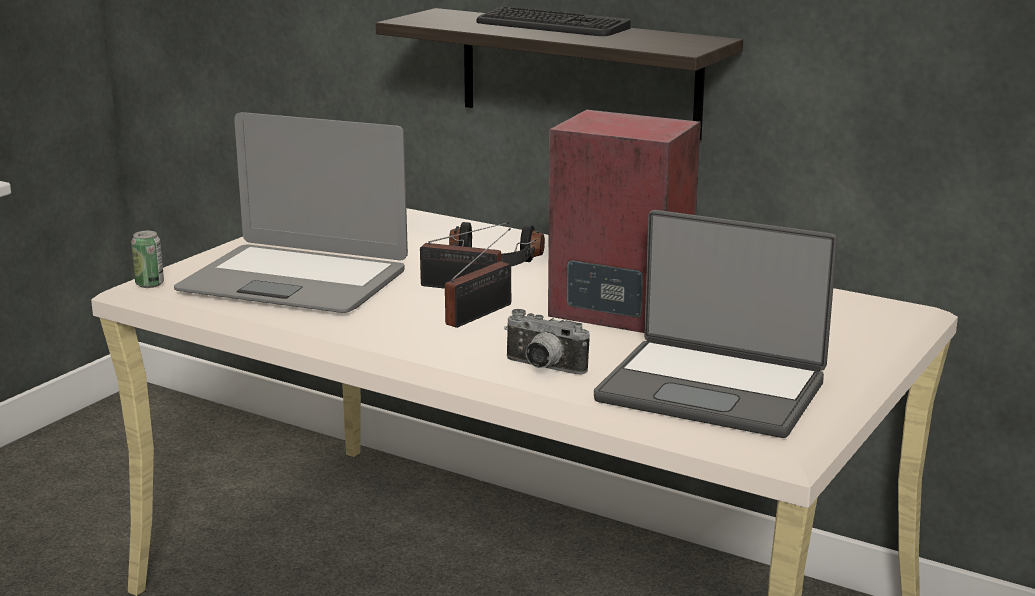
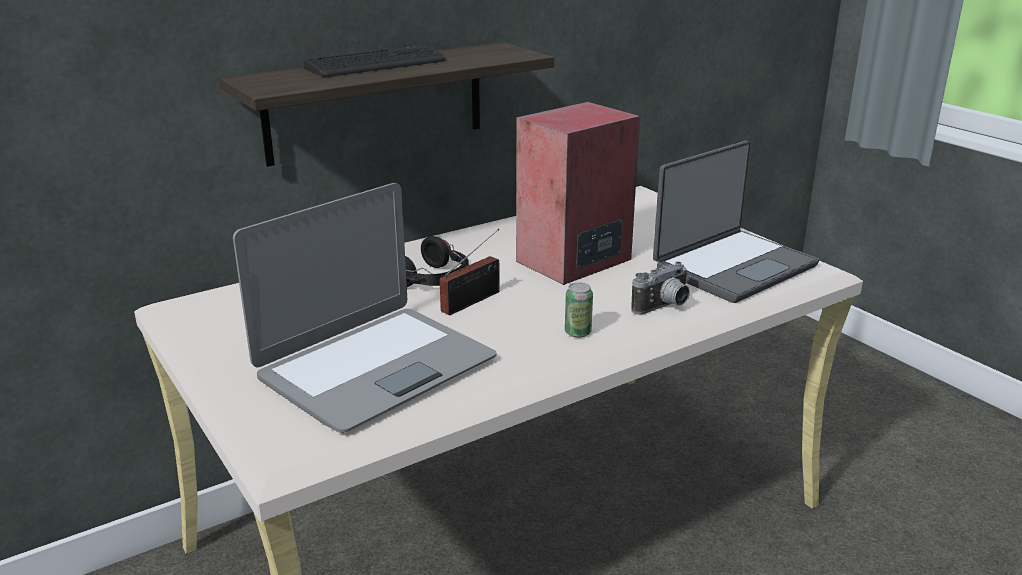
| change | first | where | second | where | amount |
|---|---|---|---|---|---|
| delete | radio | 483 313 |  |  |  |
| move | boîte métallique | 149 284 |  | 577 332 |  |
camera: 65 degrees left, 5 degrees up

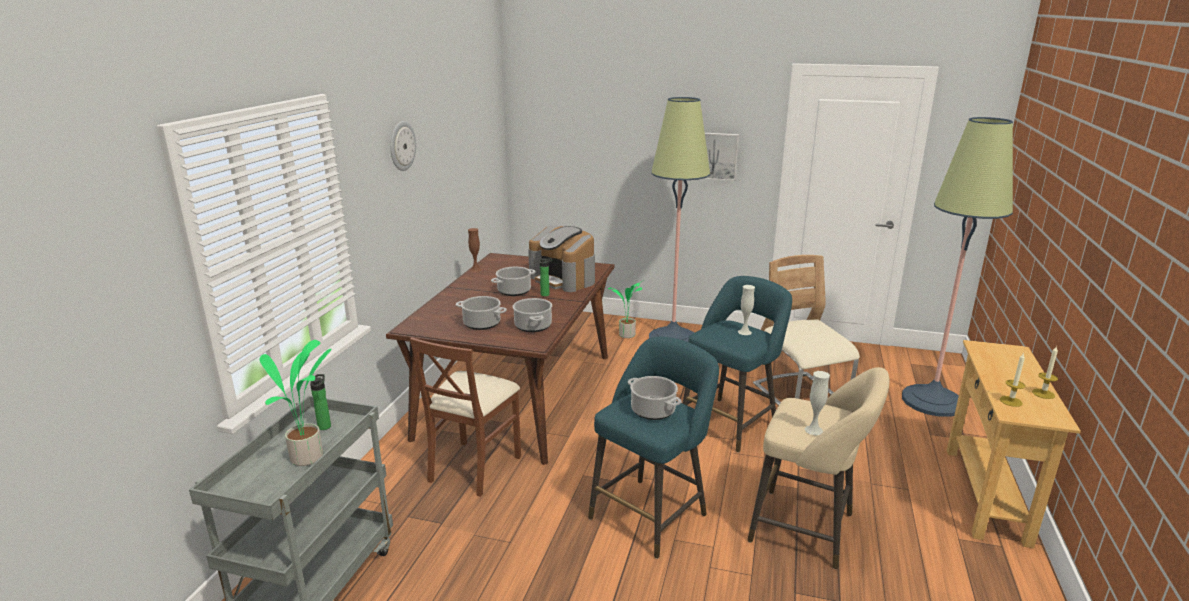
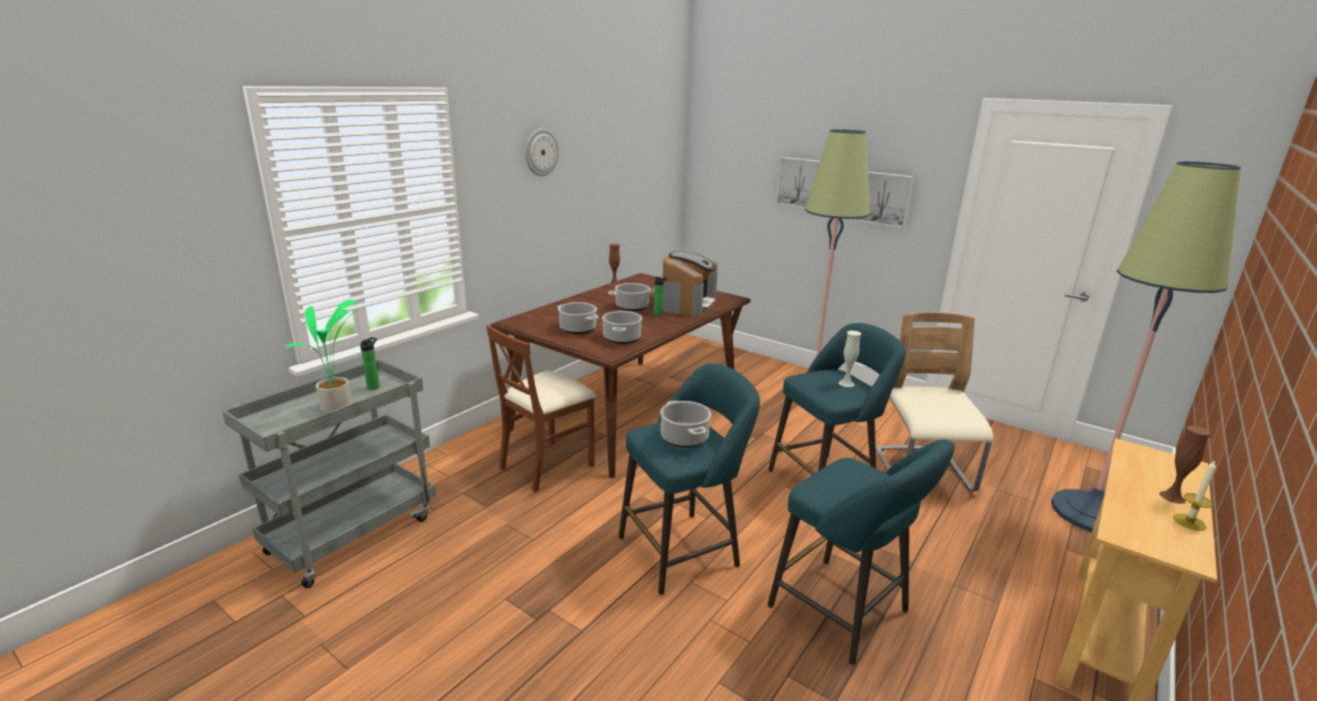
| change | first | where | second | where | amount |
|---|---|---|---|---|---|
| delete | plante en pot | 626 335 |  |  |  |
| delete | vase/blanc | 813 430 |  |  |  |
| delete | bougie | 1011 401 |  |  |  |
| insert |  |  | tableau | 801 182 |  |
| insert |  |  | vase/marron | 1172 497 |  |
| recolor | tabouret/beige | 808 530 | tabouret/turquoise | 844 613 |  |
| rotate | machine à café | 563 279 |  | 688 304 | 135 degrees counterclockwise |
camera: 20 degrees right, 0 degrees up

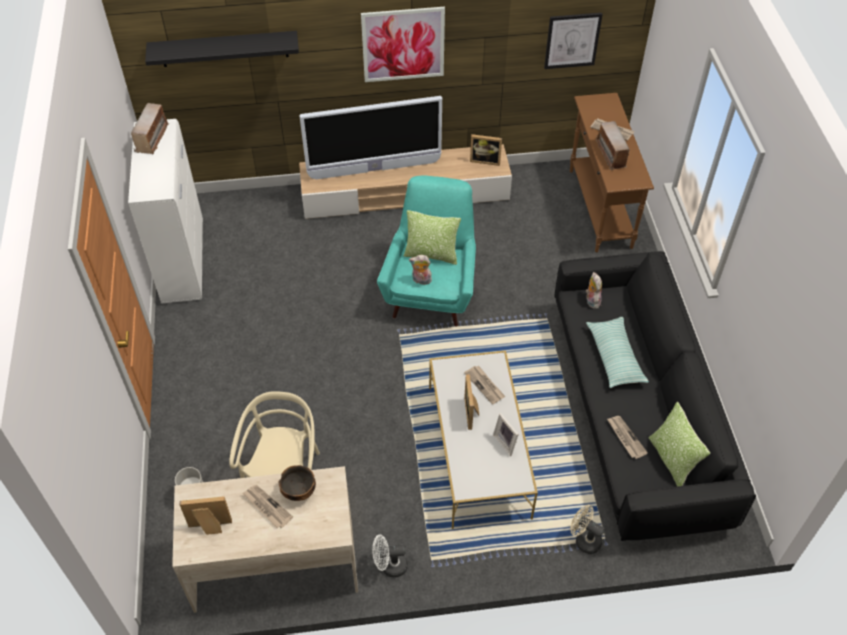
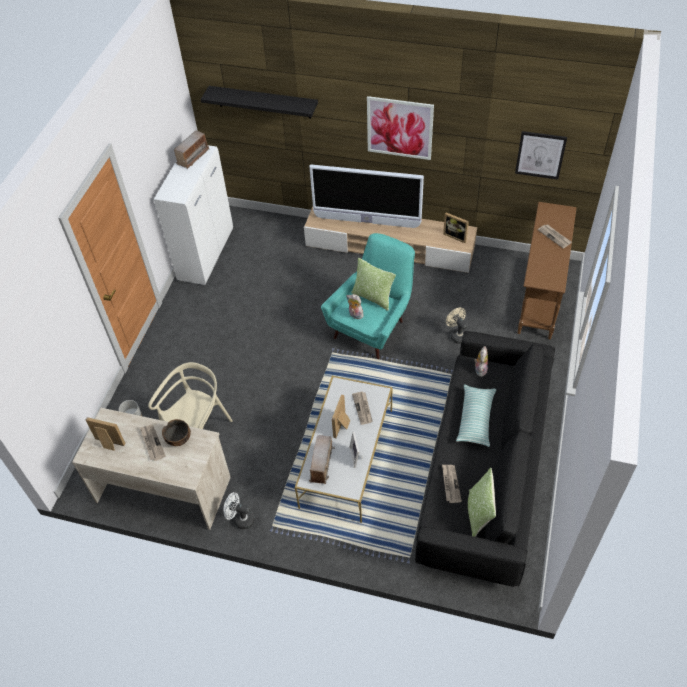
| change | first | where | second | where | amount |
|---|---|---|---|---|---|
| move | ventilateur/beige | 584 539 |  | 457 335 |  |
| move | radio | 611 154 |  | 321 465 |  |
camera: 25 degrees right, 0 degrees up

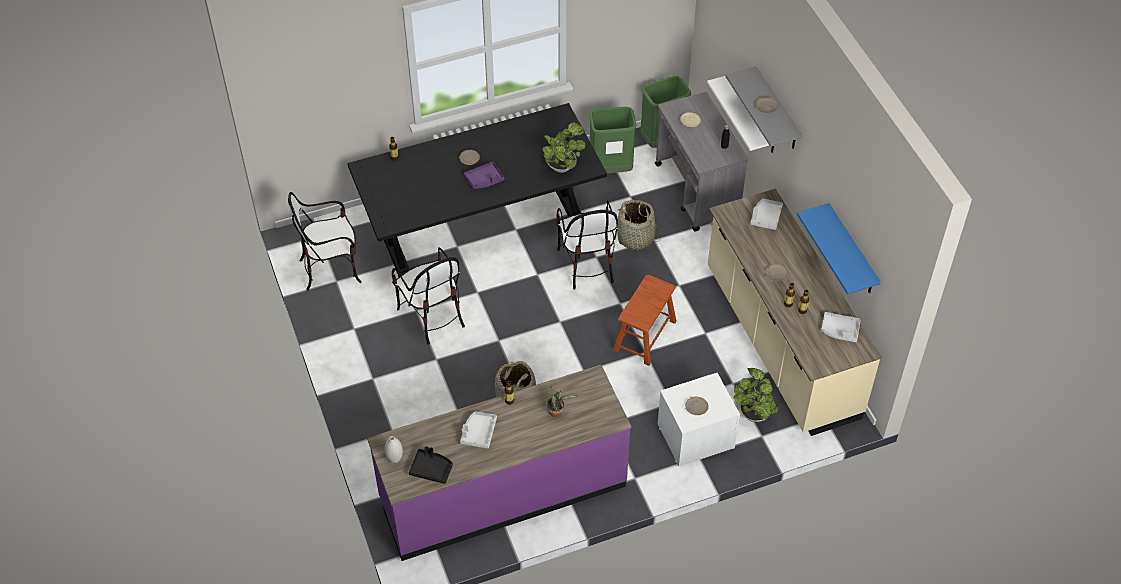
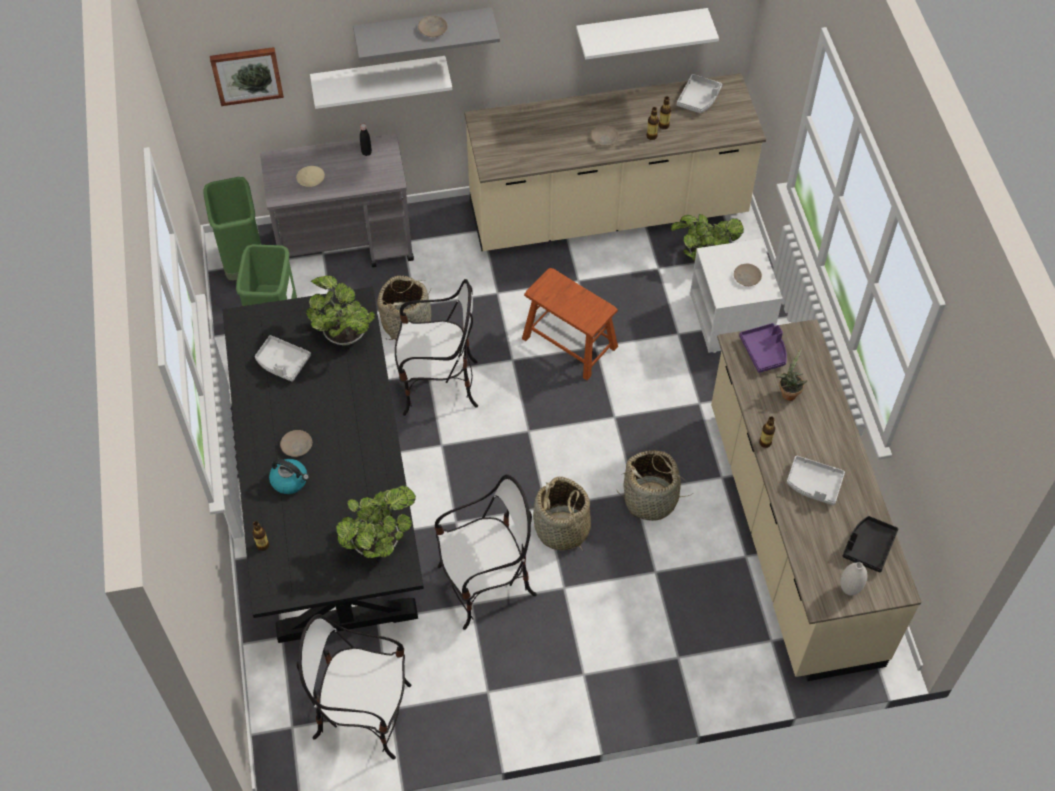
| change | first | where | second | where | amount |
|---|---|---|---|---|---|
| insert |  |  | tableau | 247 74 |  |
| insert |  |  | bouilloire | 290 480 |  |
| insert |  |  | plante en pot | 379 541 |  |
| insert |  |  | panier | 562 529 |  |
| move | plateau/violet | 484 180 |  | 764 351 |  |
| move | plateau/gris | 766 217 |  | 282 362 |  |
| recolor | comptoir de cuisine/violet | 503 492 | comptoir de cuisine/beige | 790 534 |  |
| recolor | étagère/bleu | 852 251 | étagère/blanc | 641 31 |  |
| rotate | chaise | 331 268 |  | 364 714 | 105 degrees clockwise |
camera: 80 degrees left, 5 degrees up

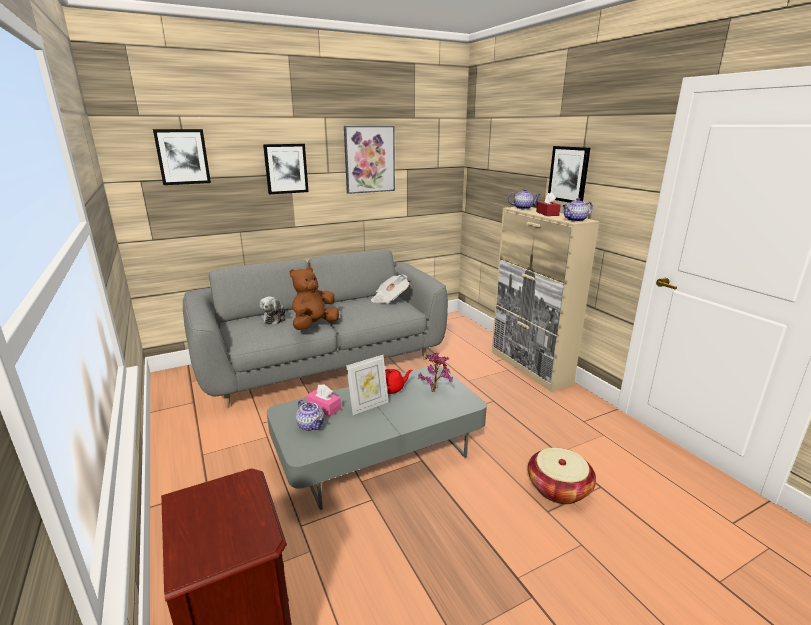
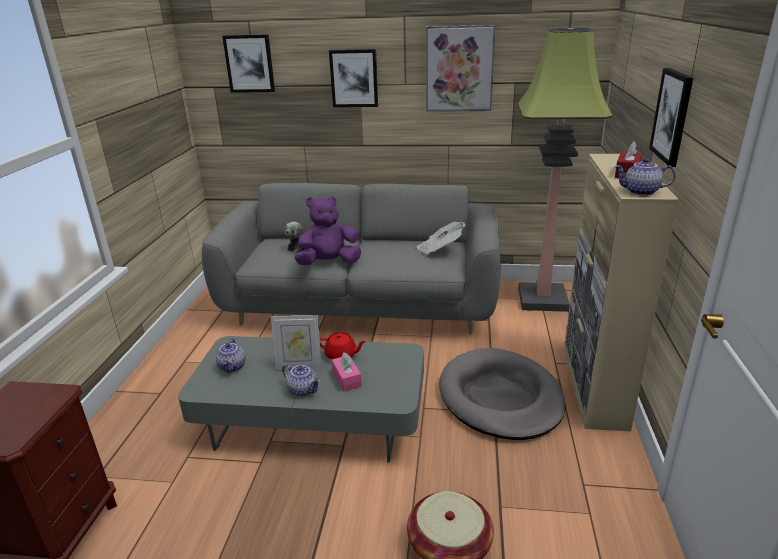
| change | first | where | second | where | amount |
|---|---|---|---|---|---|
| delete | plante en pot | 435 390 |  |  |  |
| insert |  |  | panier pour chien/gris | 500 398 |  |
| insert |  |  | lampadaire | 543 299 |  |
| move | boîte à mouchoirs/rose | 324 408 |  | 347 379 |  |
| move | théière | 523 208 |  | 303 390 |  |
| recolor | peluche/marron | 314 325 | peluche/violet | 329 263 |  |
camera: 35 degrees right, 5 degrees up

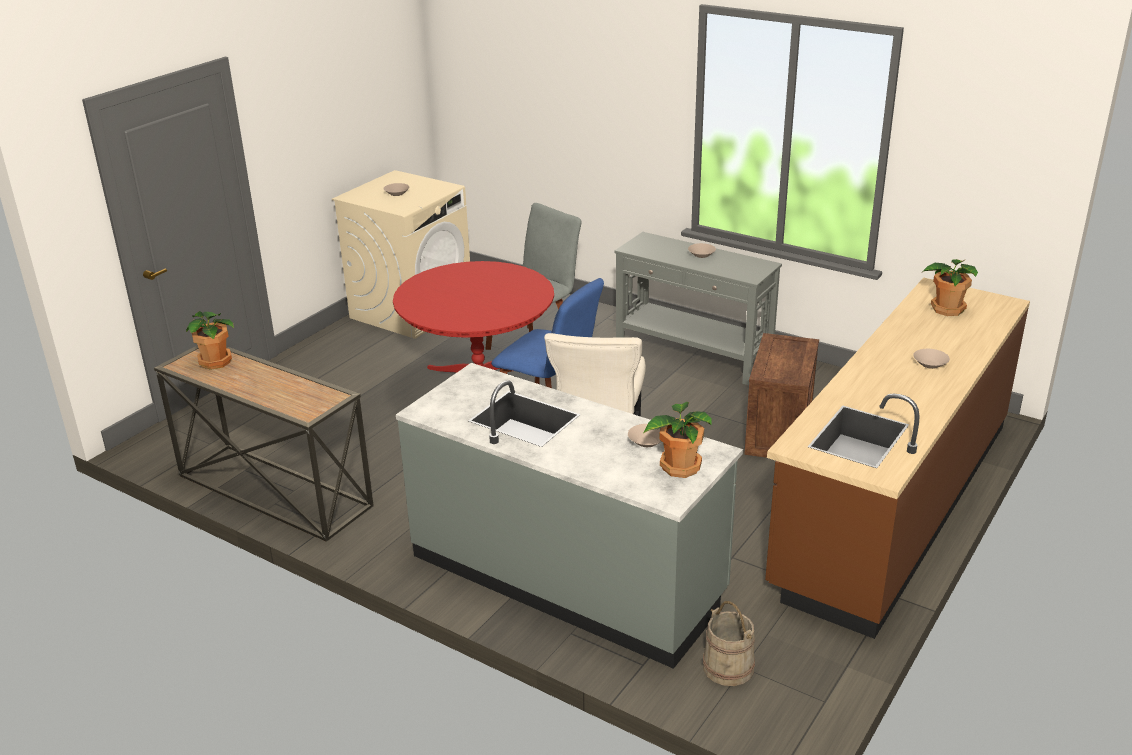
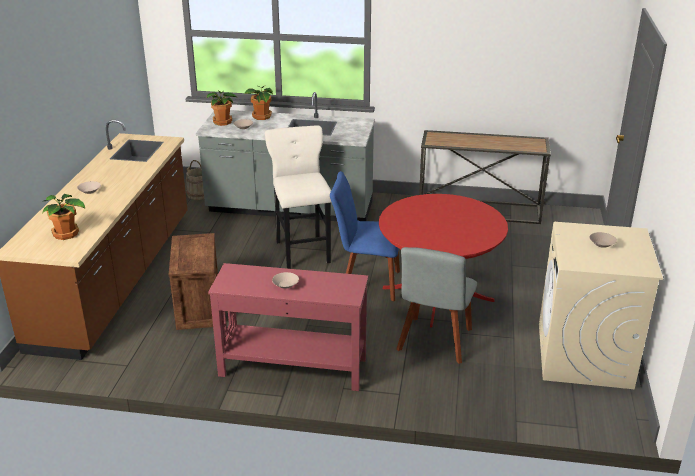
| change | first | where | second | where | amount |
|---|---|---|---|---|---|
| move | plante en pot | 216 361 |  | 261 117 |  |
| recolor | table console/gris | 693 355 | table console/rouge | 292 367 |  |
camera: 155 degrees right, 0 degrees up

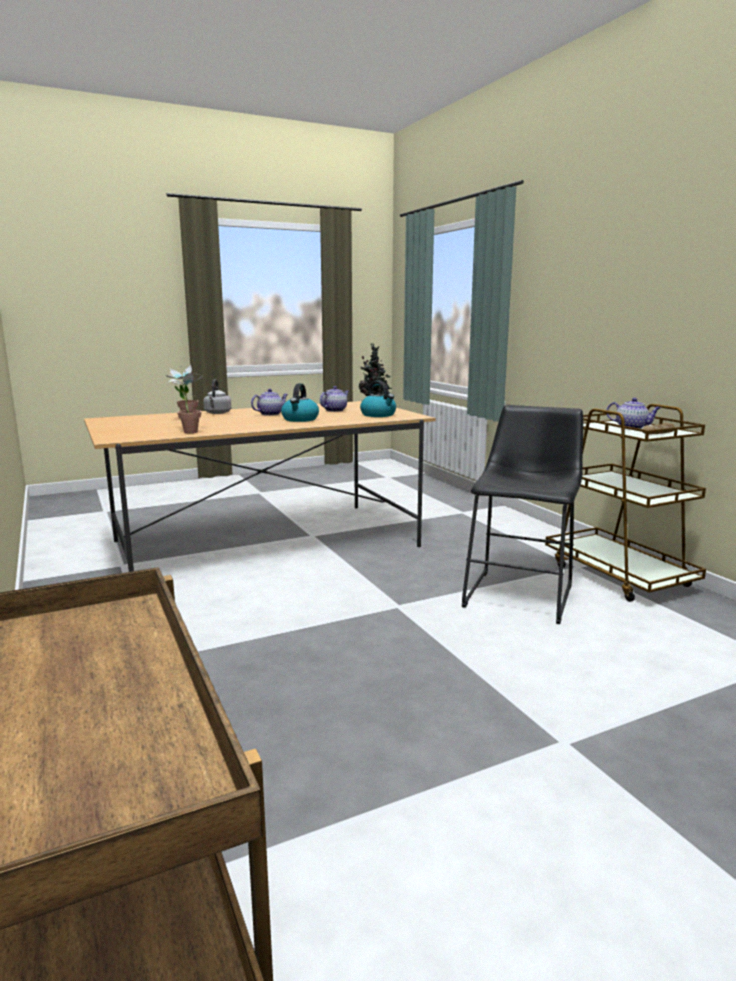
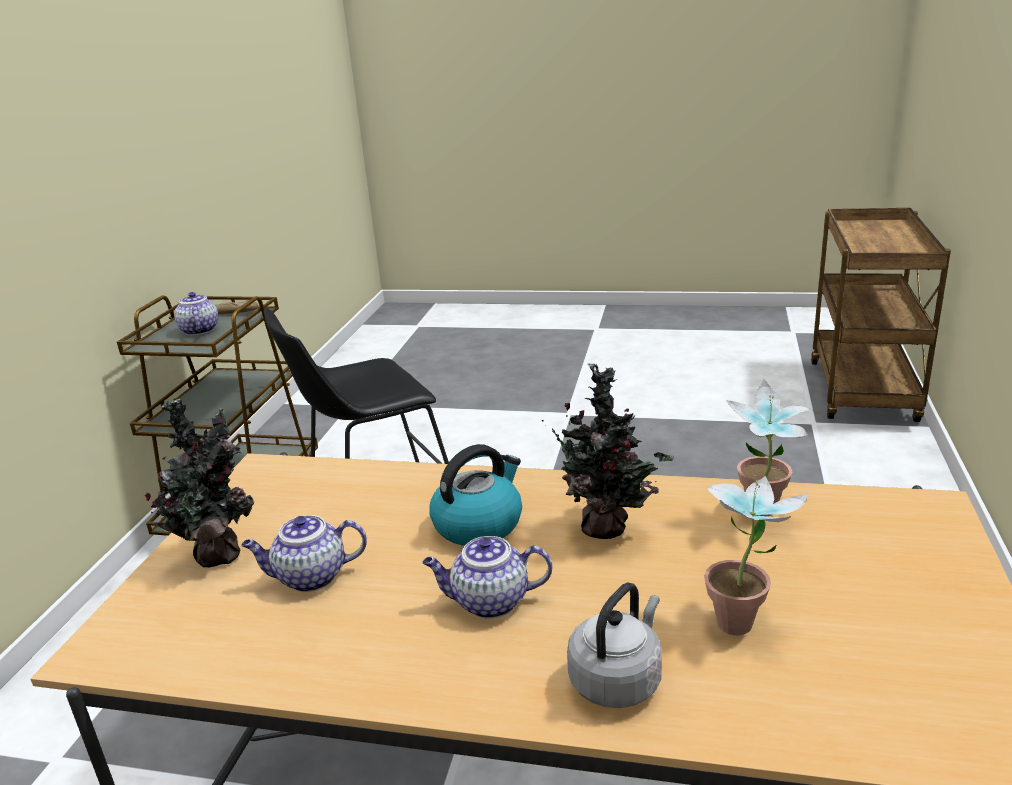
| change | first | where | second | where | amount |
|---|---|---|---|---|---|
| delete | bouilloire | 378 415 |  |  |  |
| insert |  |  | plante en pot | 608 528 |  |
camera: 140 degrees left, 10 degrees up

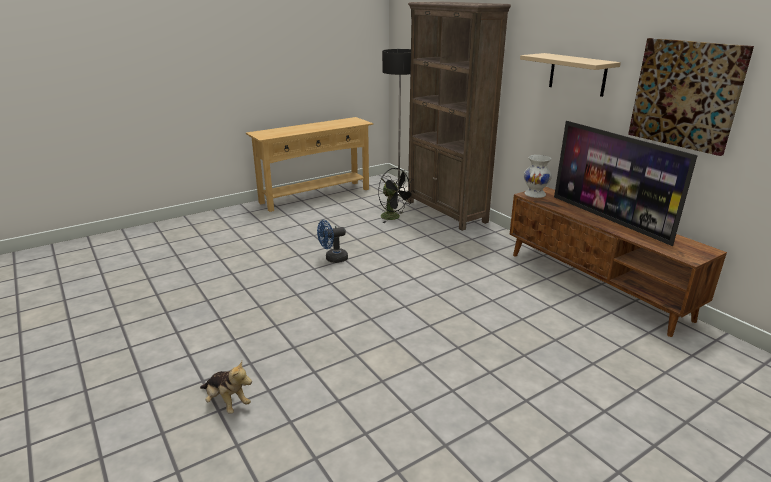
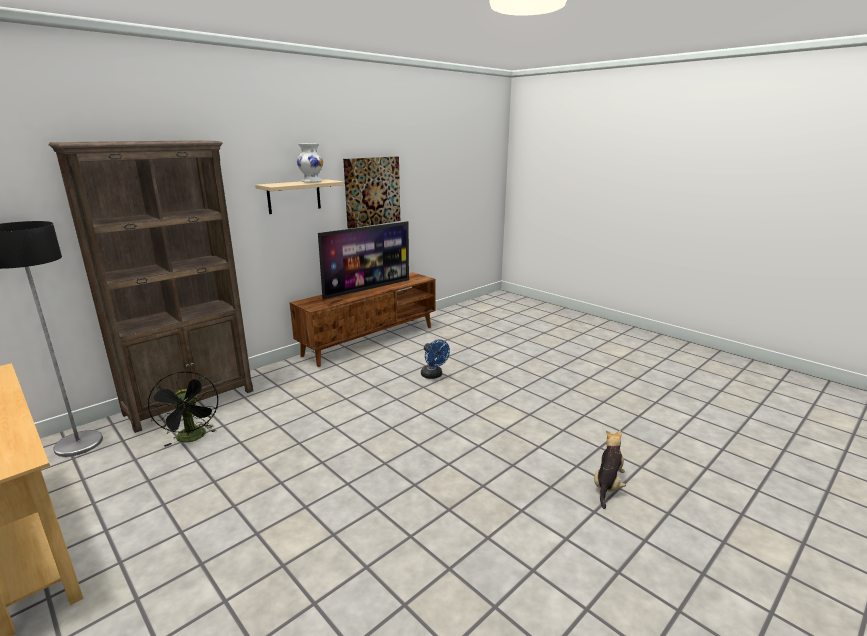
| change | first | where | second | where | amount |
|---|---|---|---|---|---|
| move | ventilateur/bleu | 333 259 |  | 433 376 |  |
| move | vase/blanc | 535 194 |  | 311 181 |  |
| rotate | ventilateur/noir | 394 217 |  | 193 438 | 120 degrees clockwise |
camera: 100 degrees left, 5 degrees down

